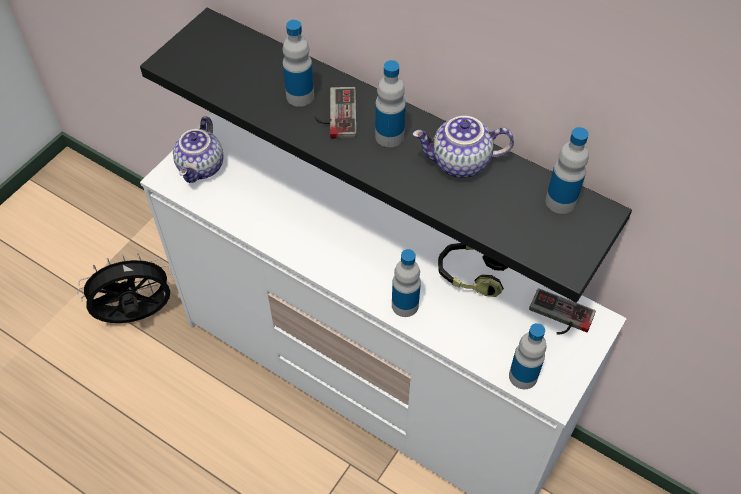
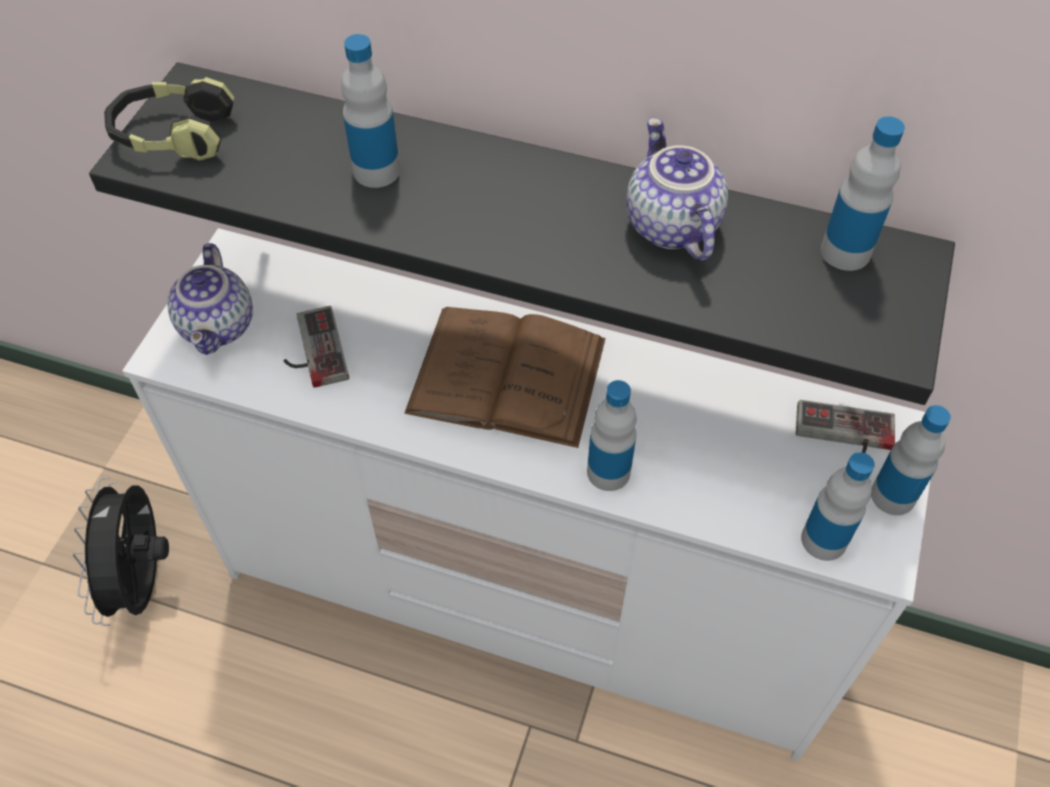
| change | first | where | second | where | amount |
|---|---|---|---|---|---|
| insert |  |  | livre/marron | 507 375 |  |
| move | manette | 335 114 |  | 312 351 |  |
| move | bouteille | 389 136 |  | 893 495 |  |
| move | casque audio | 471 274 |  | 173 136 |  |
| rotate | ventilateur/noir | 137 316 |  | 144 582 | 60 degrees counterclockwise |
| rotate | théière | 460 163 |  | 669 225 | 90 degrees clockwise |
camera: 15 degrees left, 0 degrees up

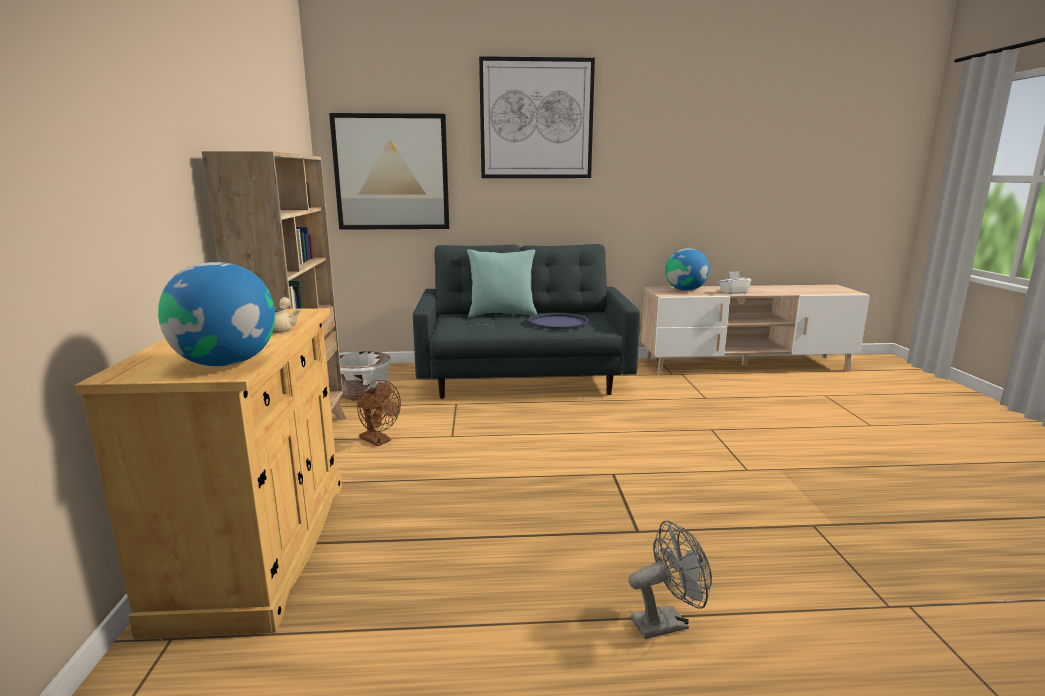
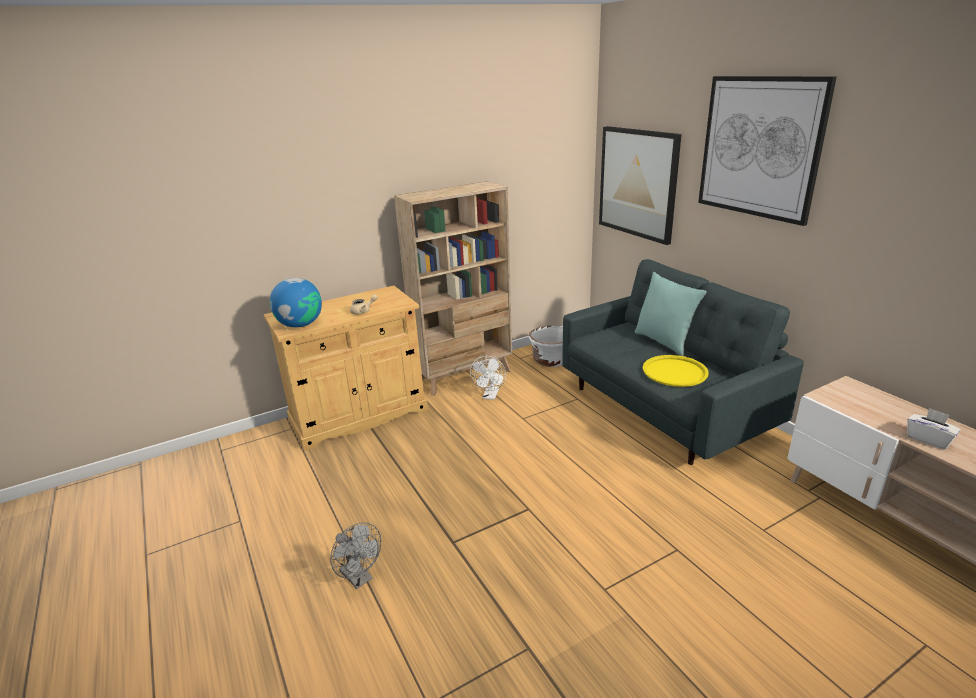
| change | first | where | second | where | amount |
|---|---|---|---|---|---|
| delete | globe | 685 290 |  |  |  |
| recolor | ventilateur/marron | 379 441 | ventilateur/blanc | 490 396 |  |
| recolor | plateau/bleu | 558 322 | plateau/jaune | 674 371 |  |
camera: 65 degrees right, 10 degrees up

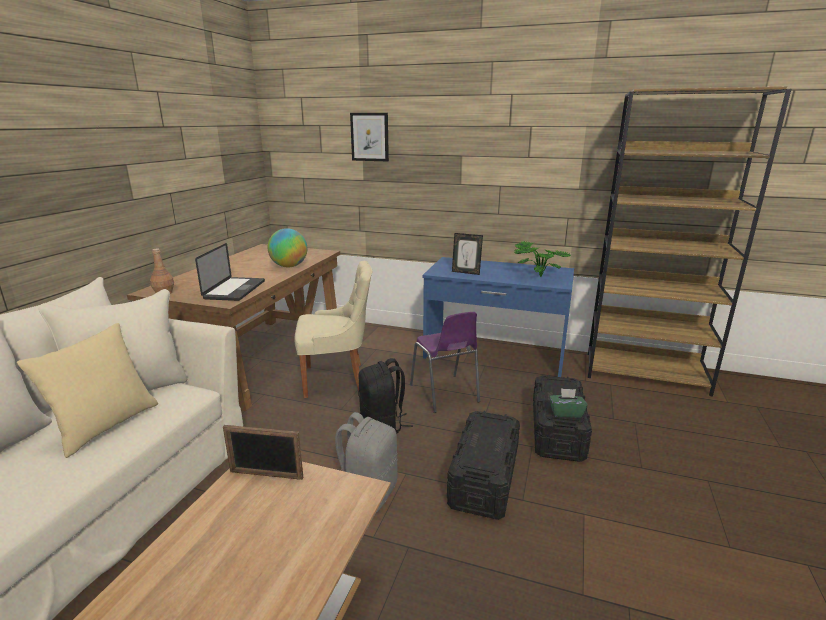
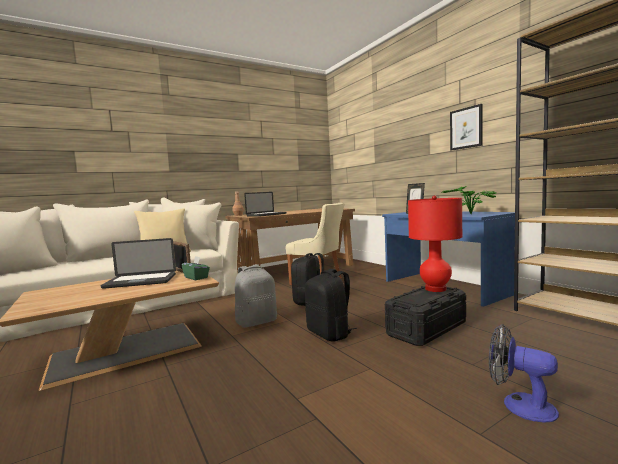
| change | first | where | second | where | amount |
|---|---|---|---|---|---|
| delete | globe | 289 266 |  |  |  |
| delete | chaise/violet | 445 394 |  |  |  |
| insert |  |  | ordinateur portable | 140 281 |  |
| insert |  |  | lampe de table/rouge | 435 289 |  |
| insert |  |  | ventilateur | 519 404 |  |
| move | tableau | 369 137 |  | 466 128 |  |
| move | boîte à mouchoirs/vert | 566 413 |  | 196 277 |  |
| replace | boîte de rangement/noir | 484 478 | sac à dos/noir | 330 334 |  |
camera: 40 degrees right, 15 degrees down

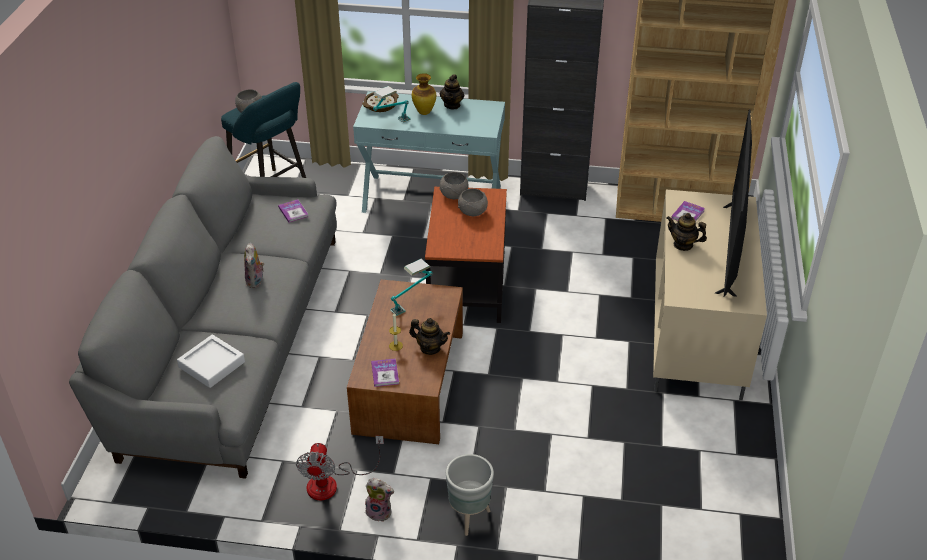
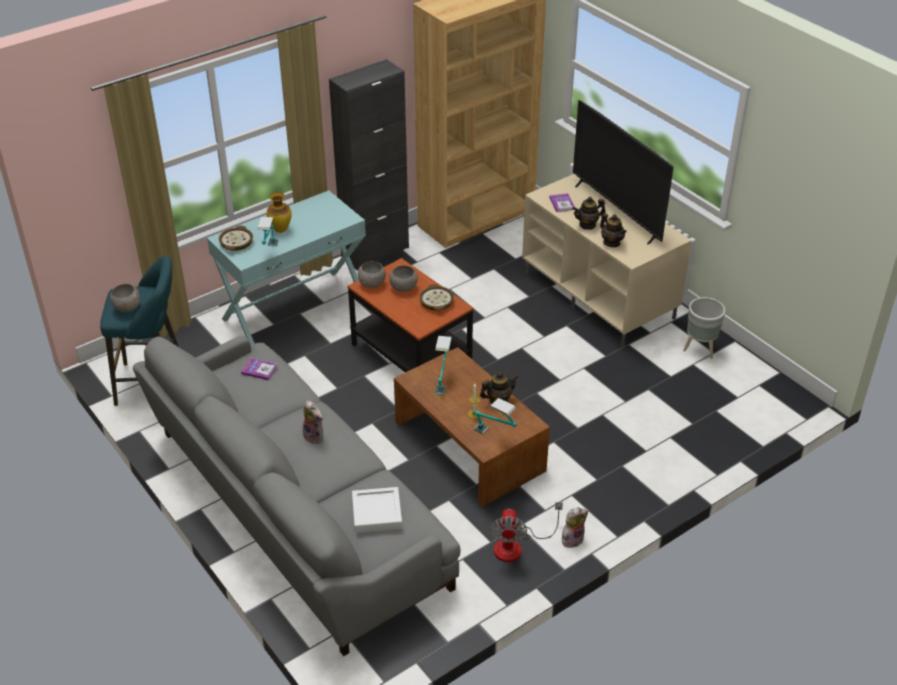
| change | first | where | second | where | amount |
|---|---|---|---|---|---|
| insert |  |  | bol | 436 302 |  |
| move | théière | 452 105 |  | 611 242 |  |
| move | cache-pot/gris | 470 518 |  | 700 349 |  |
| replace | livre | 385 373 | lampe de table | 495 436 |  |
| rotate | ventilateur | 332 483 |  | 516 546 | 45 degrees clockwise |
camera: 45 degrees left, 0 degrees up

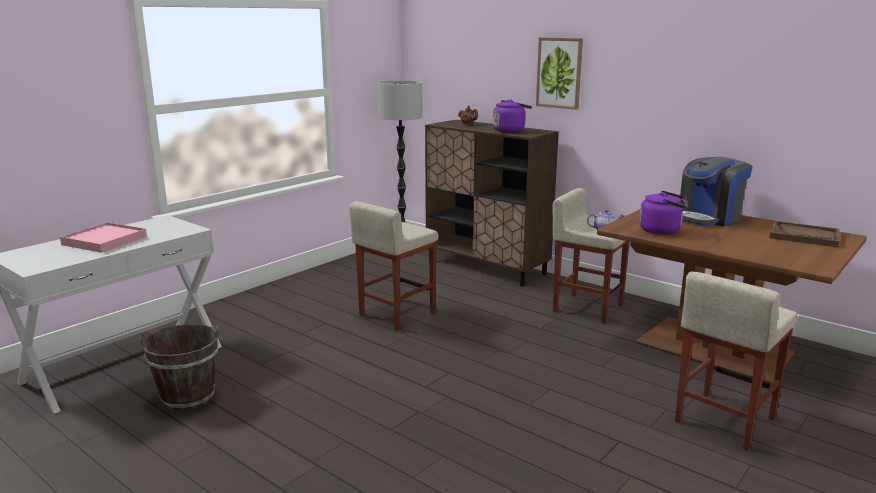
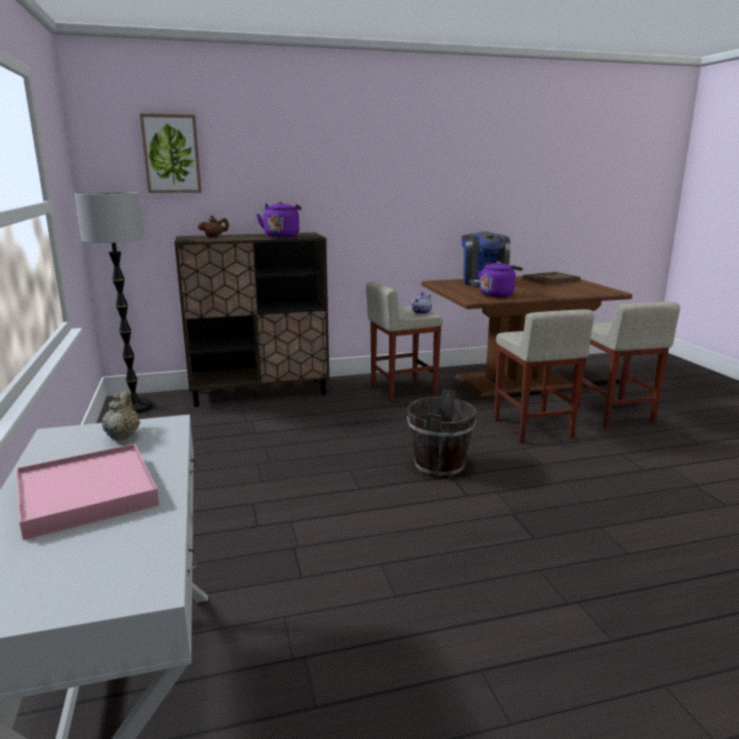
| change | first | where | second | where | amount |
|---|---|---|---|---|---|
| insert |  |  | théière/beige | 123 436 |  |
| move | seau/marron | 188 397 |  | 439 466 |  |
| move | tabouret/beige | 396 314 |  | 532 429 |  |
| move | tableau | 559 73 |  | 171 154 |  |
camera: 55 degrees left, 0 degrees up

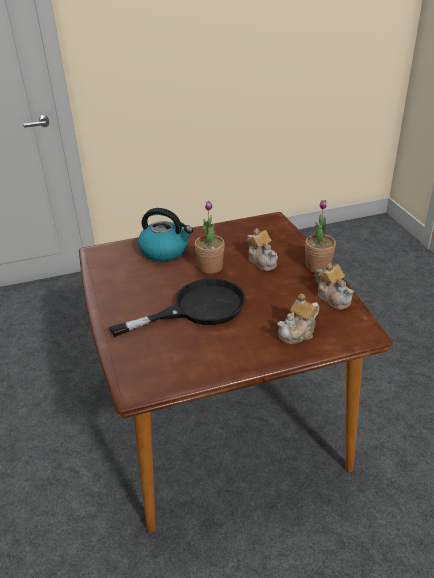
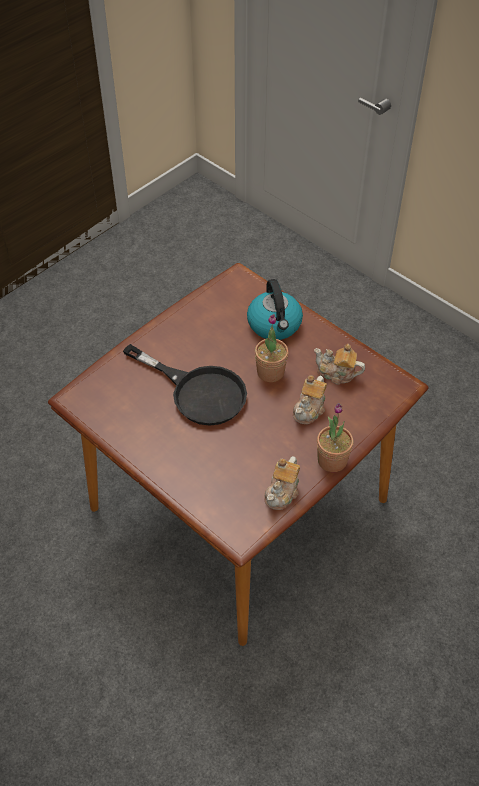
| change | first | where | second | where | amount |
|---|---|---|---|---|---|
| move | théière | 298 333 |  | 336 373 |  |
camera: 60 degrees right, 15 degrees up

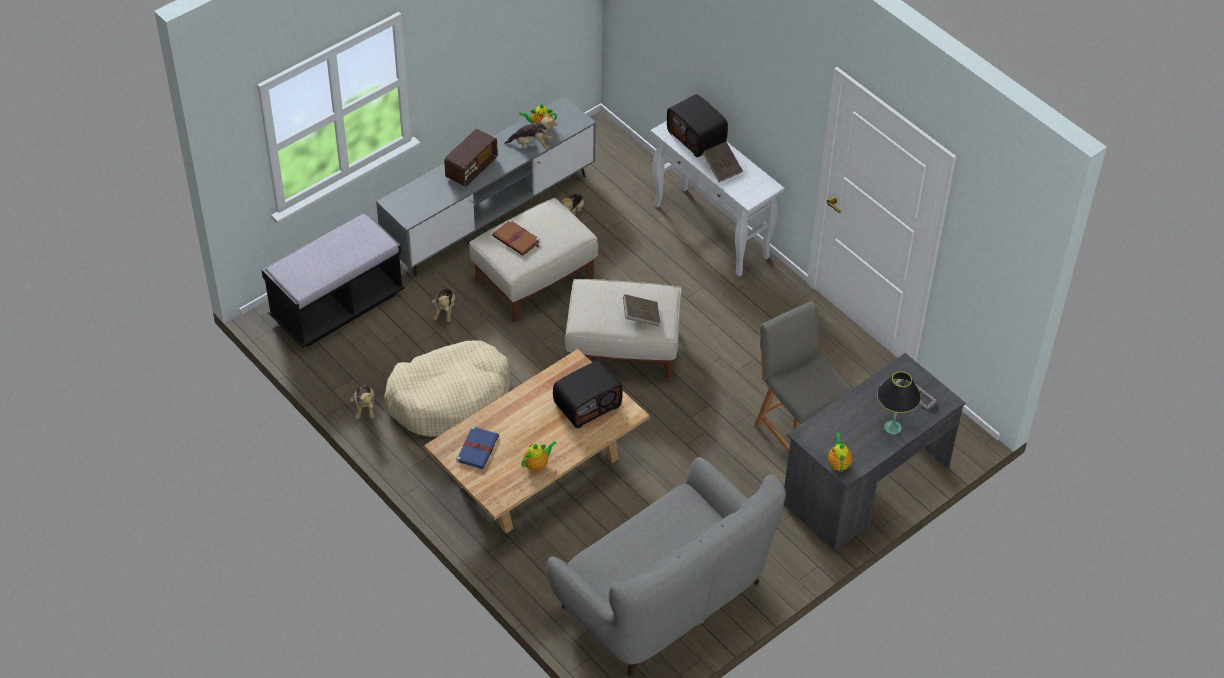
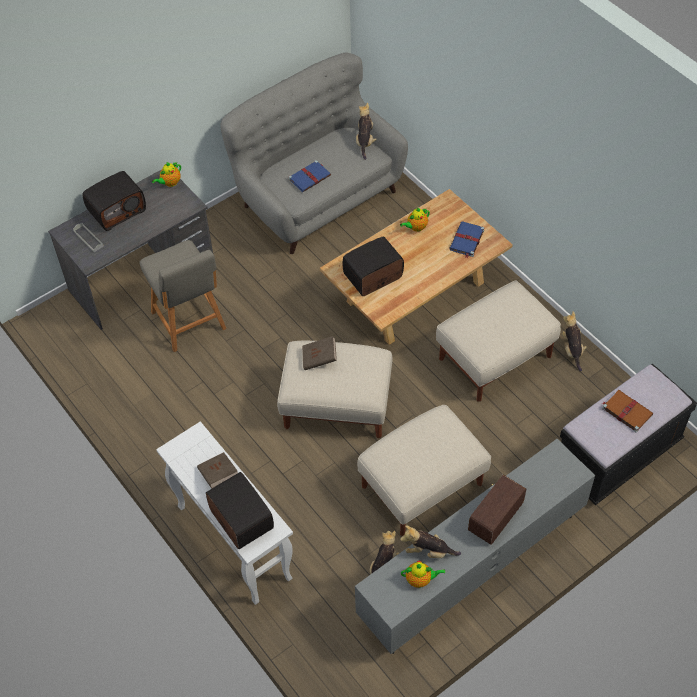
| change | first | where | second | where | amount |
|---|---|---|---|---|---|
| insert |  |  | livre/bleu | 310 177 |  |
| move | peluche | 444 310 |  | 365 141 |  |
| move | livre/marron | 517 239 |  | 626 411 |  |
| replace | panier pour chien/beige | 450 398 | pouf/beige | 495 357 |  |
| replace | lampe de table/noir | 892 427 | radio | 117 210 |  |
| rotate | théière | 838 463 |  | 170 183 | 45 degrees clockwise |
camera: 175 degrees left, 5 degrees up

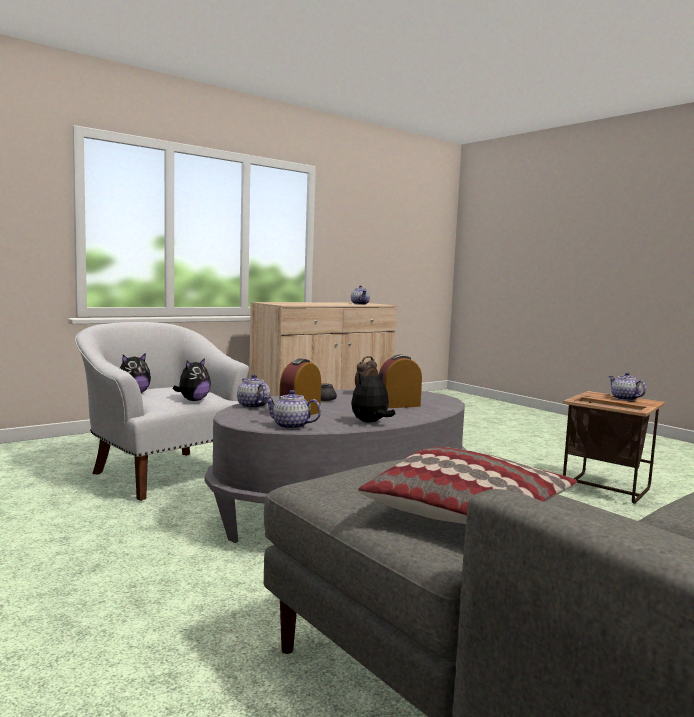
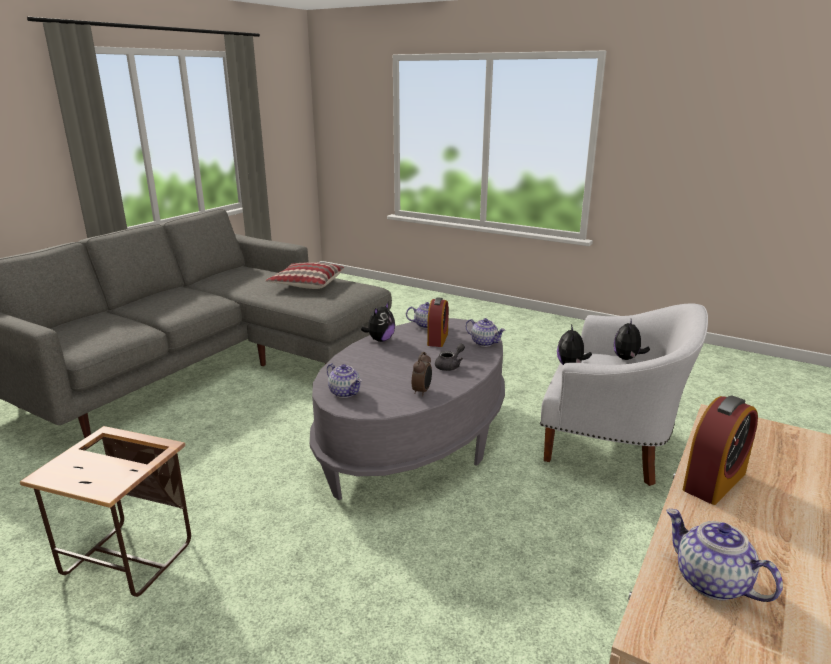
| change | first | where | second | where | amount |
|---|---|---|---|---|---|
| move | réveil | 398 405 |  | 714 481 |  |
| move | théière | 624 399 |  | 345 392 |  |
camera: 160 degrees right, 15 degrees up

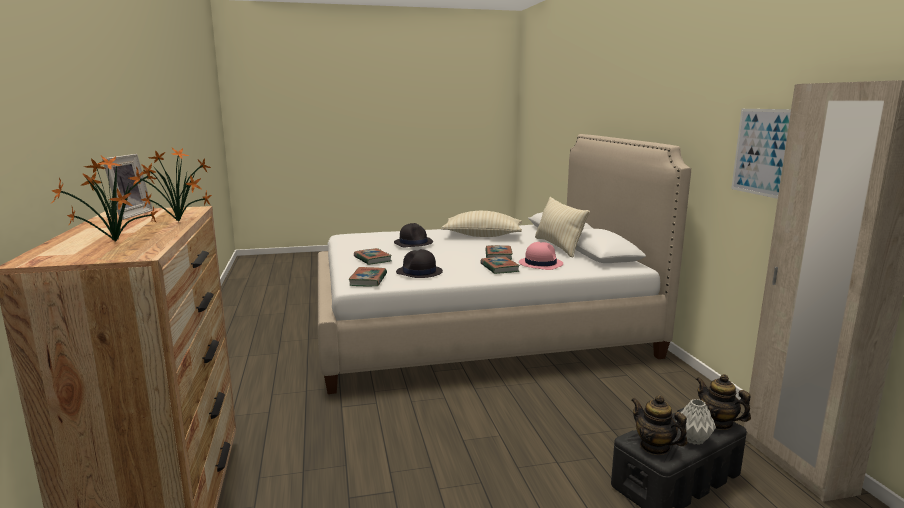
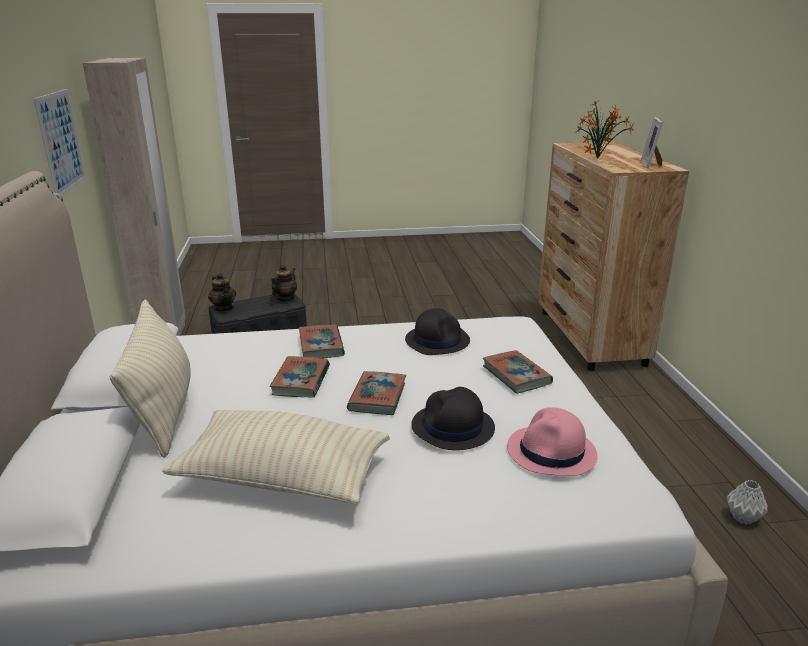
| change | first | where | second | where | amount |
|---|---|---|---|---|---|
| move | livre | 368 280 |  | 377 397 |  |
| move | chapeau/rose | 540 263 |  | 551 452 |  |
| move | vase/gris | 692 439 |  | 743 518 |  |
| rotate | théière | 654 447 |  | 285 298 | 120 degrees counterclockwise |
camera: 175 degrees left, 10 degrees up

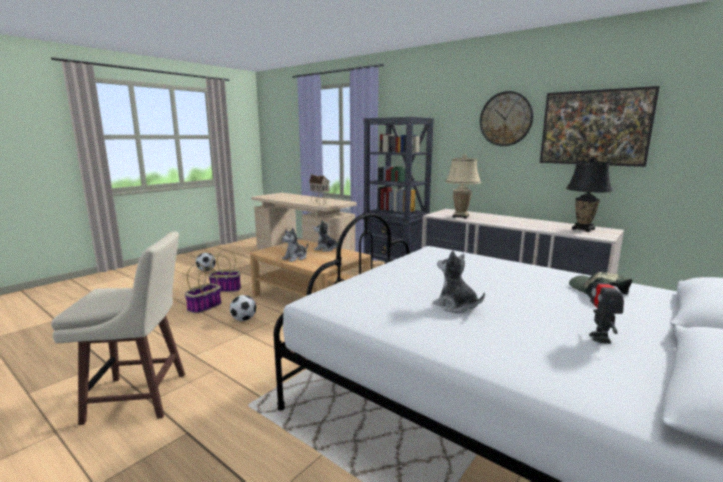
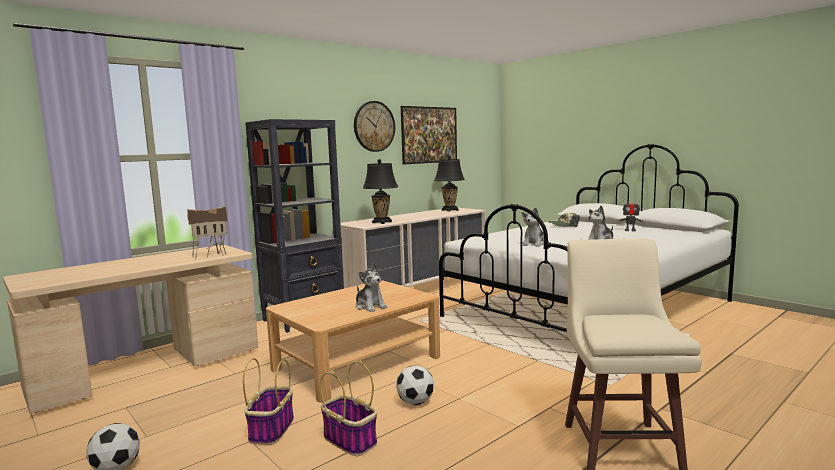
| change | first | where | second | where | amount |
|---|---|---|---|---|---|
| move | peluche | 326 249 |  | 534 244 |  |
| recolor | lampe de table/beige | 460 216 | lampe de table/noir | 381 222 |  |
camera: 80 degrees left, 5 degrees down

